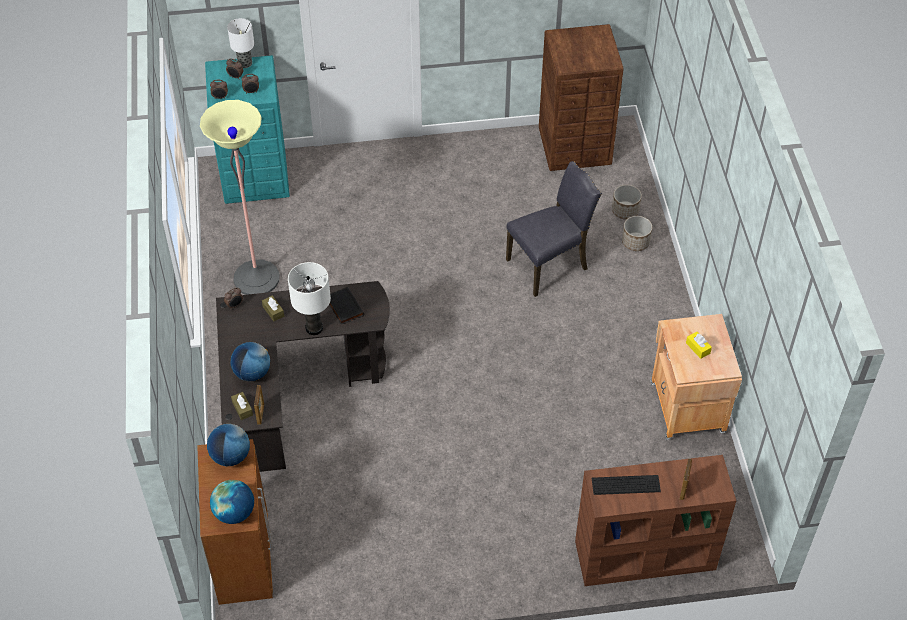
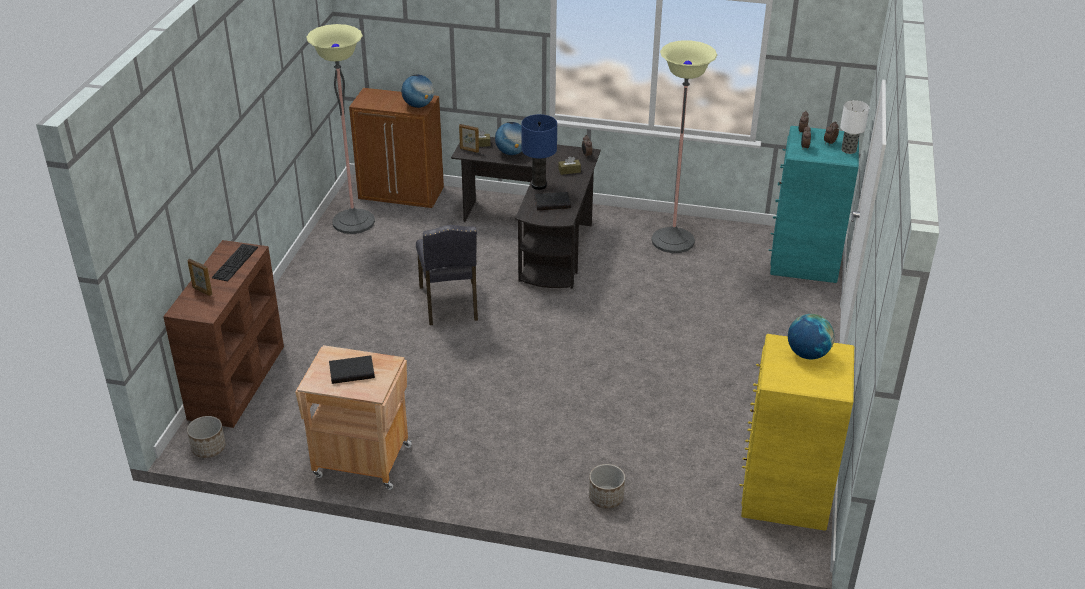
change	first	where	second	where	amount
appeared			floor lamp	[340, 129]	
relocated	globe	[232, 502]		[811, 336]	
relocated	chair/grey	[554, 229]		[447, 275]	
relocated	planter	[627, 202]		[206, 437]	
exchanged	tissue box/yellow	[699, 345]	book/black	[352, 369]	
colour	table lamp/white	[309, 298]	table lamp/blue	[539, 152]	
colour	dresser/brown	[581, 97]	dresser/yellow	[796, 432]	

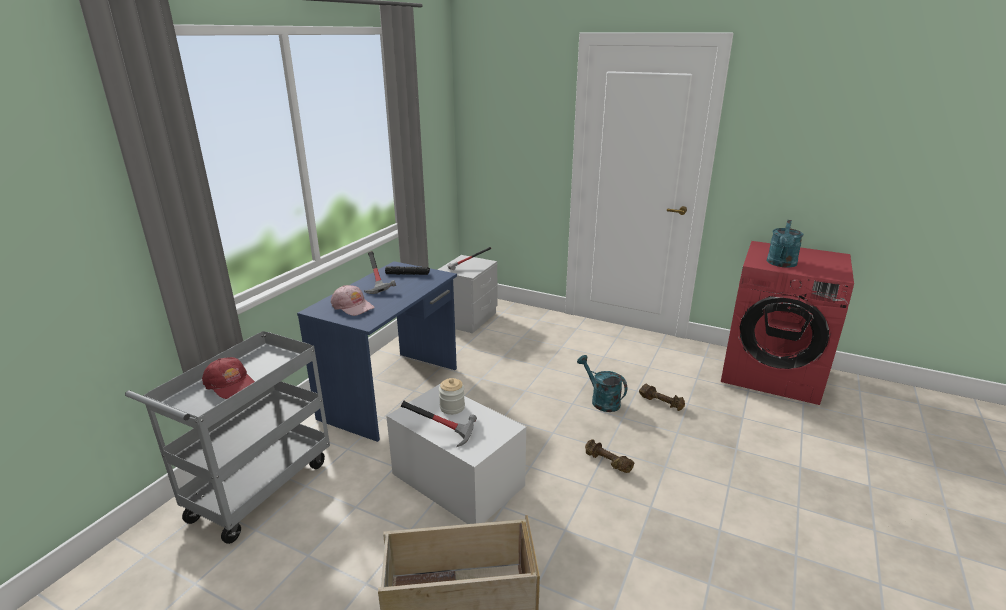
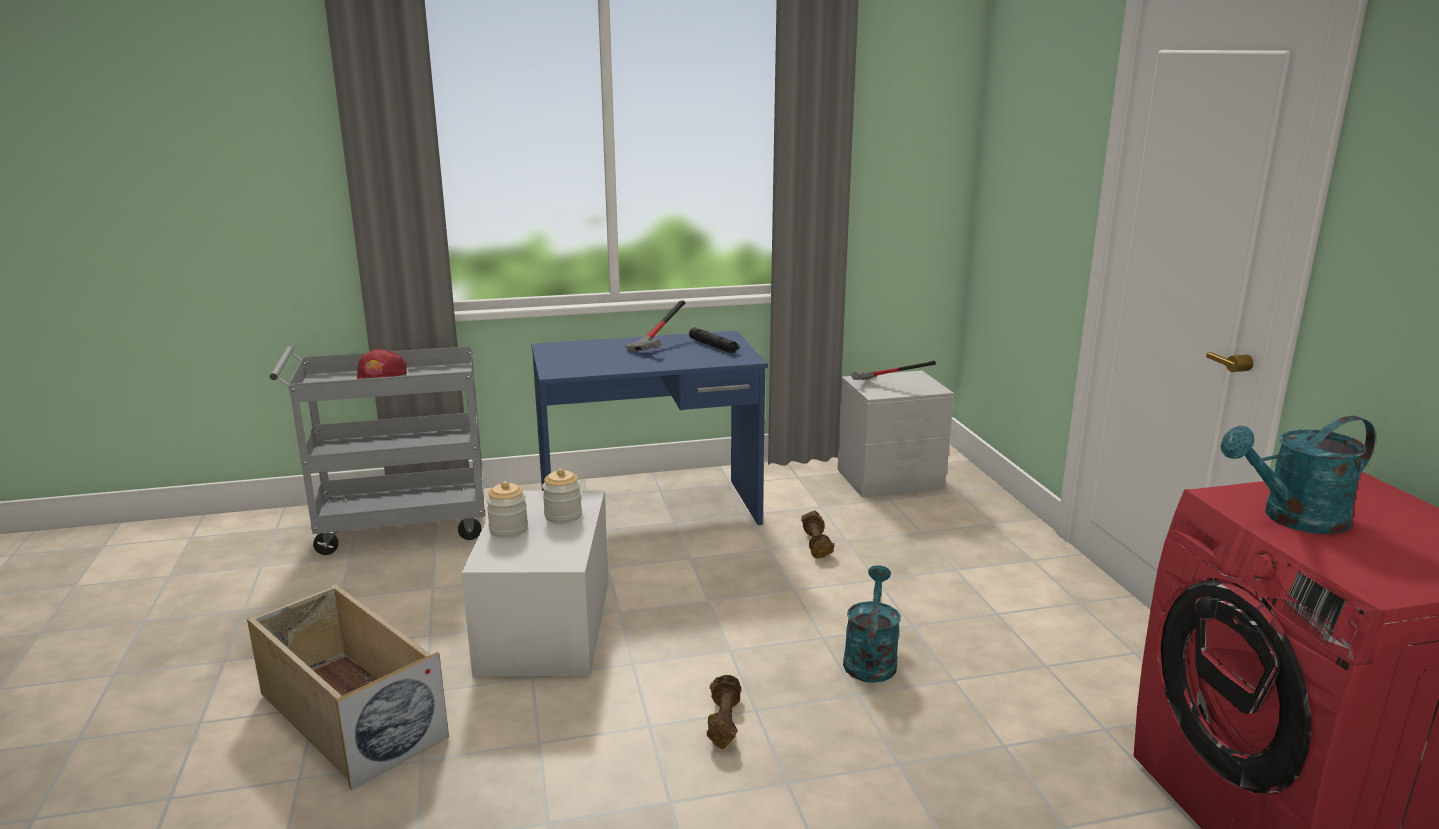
change	first	where	second	where	amount
missing	cap/pink	[352, 300]			
relocated	dumbbell/brown	[662, 397]		[818, 534]	
exchanged	hammer	[439, 424]	jar	[507, 509]	

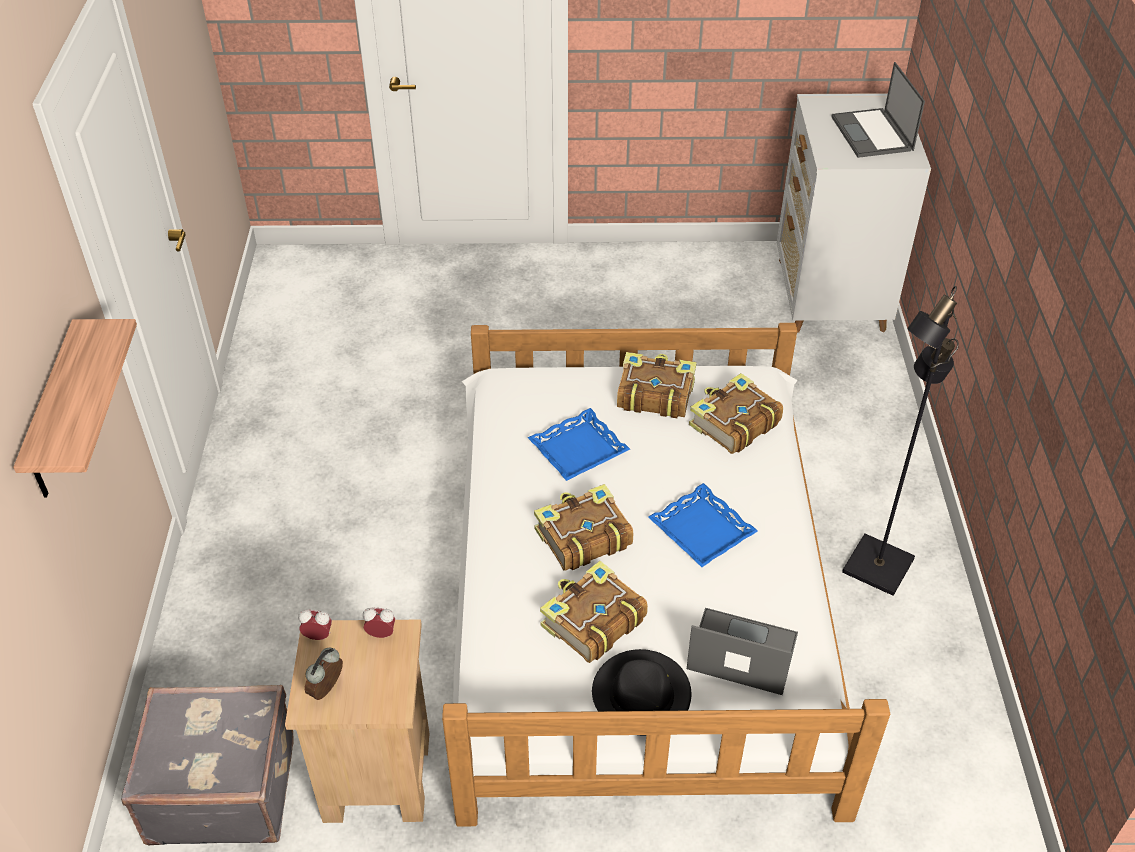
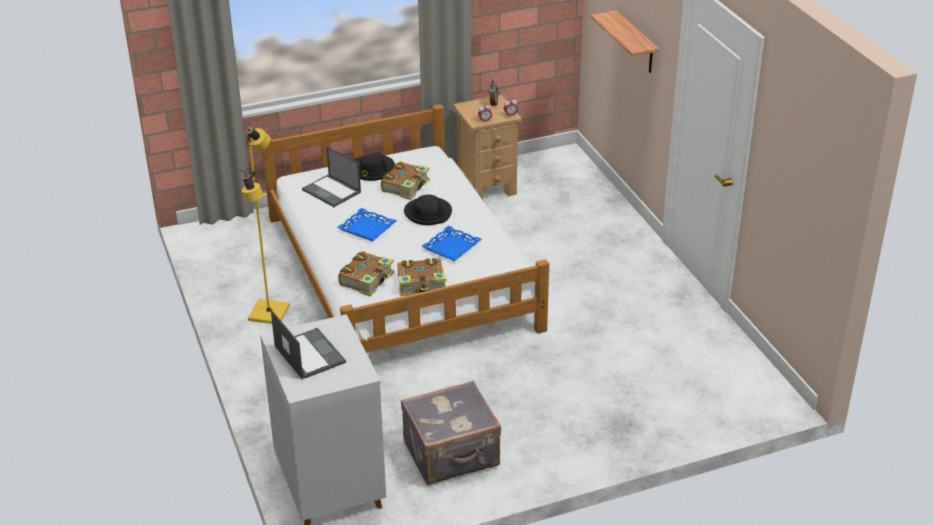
change	first	where	second	where	amount
relocated	suitcase/grey	[207, 765]		[451, 433]	
exchanged	book	[583, 527]	hat/black	[428, 210]	
colour	floor lamp/black	[900, 441]	floor lamp/yellow	[265, 225]	
spun	laptop	[742, 651]		[331, 177]	45 degrees clockwise

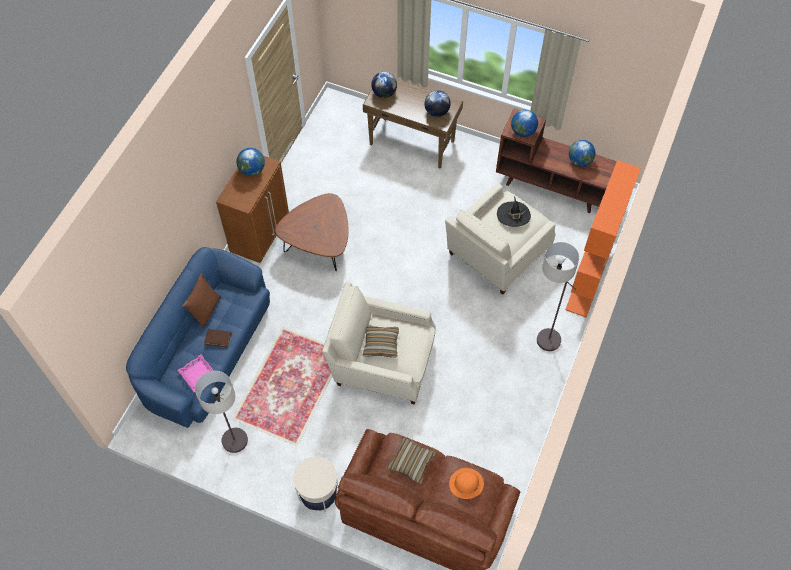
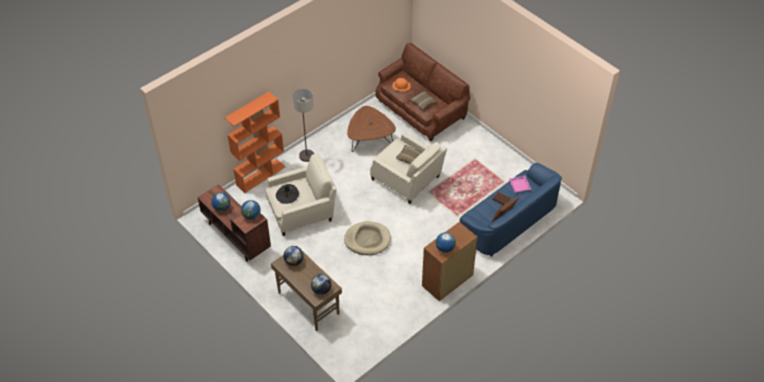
change	first	where	second	where	amount
missing	floor lamp/grey	[221, 412]			
missing	side table/beige	[315, 484]			
appeared			dog bed/beige	[367, 238]	
relocated	coffee table/brown	[311, 232]		[371, 129]	

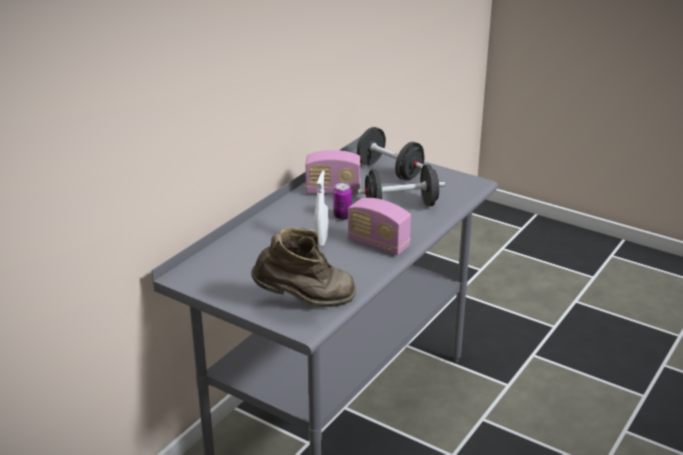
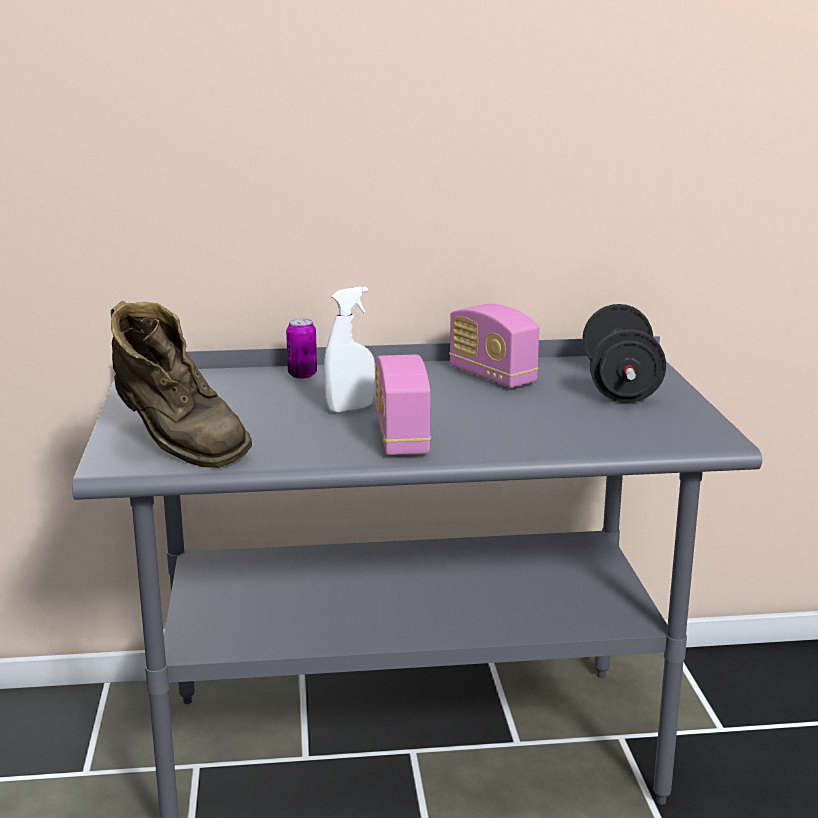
change	first	where	second	where	amount
missing	dumbbell/black	[401, 185]			
relocated	can	[342, 201]		[301, 348]	

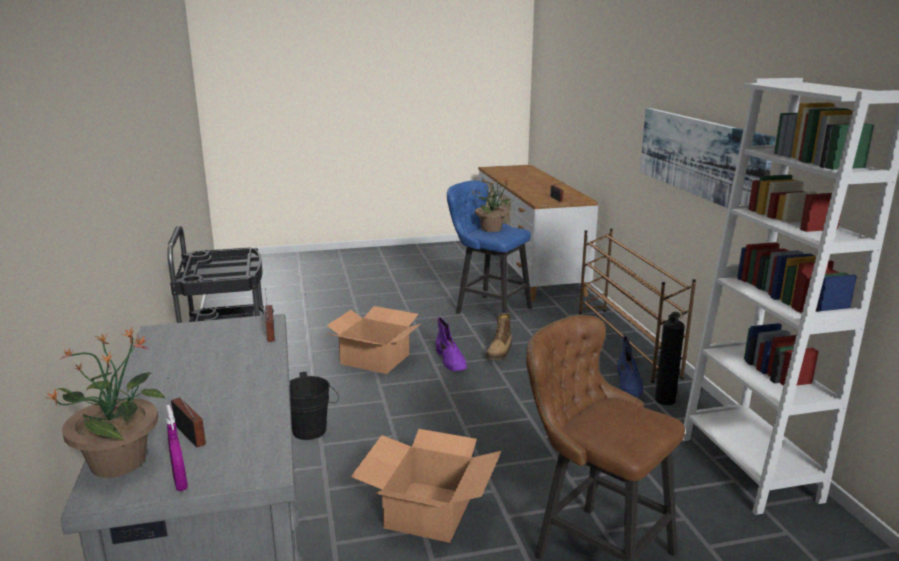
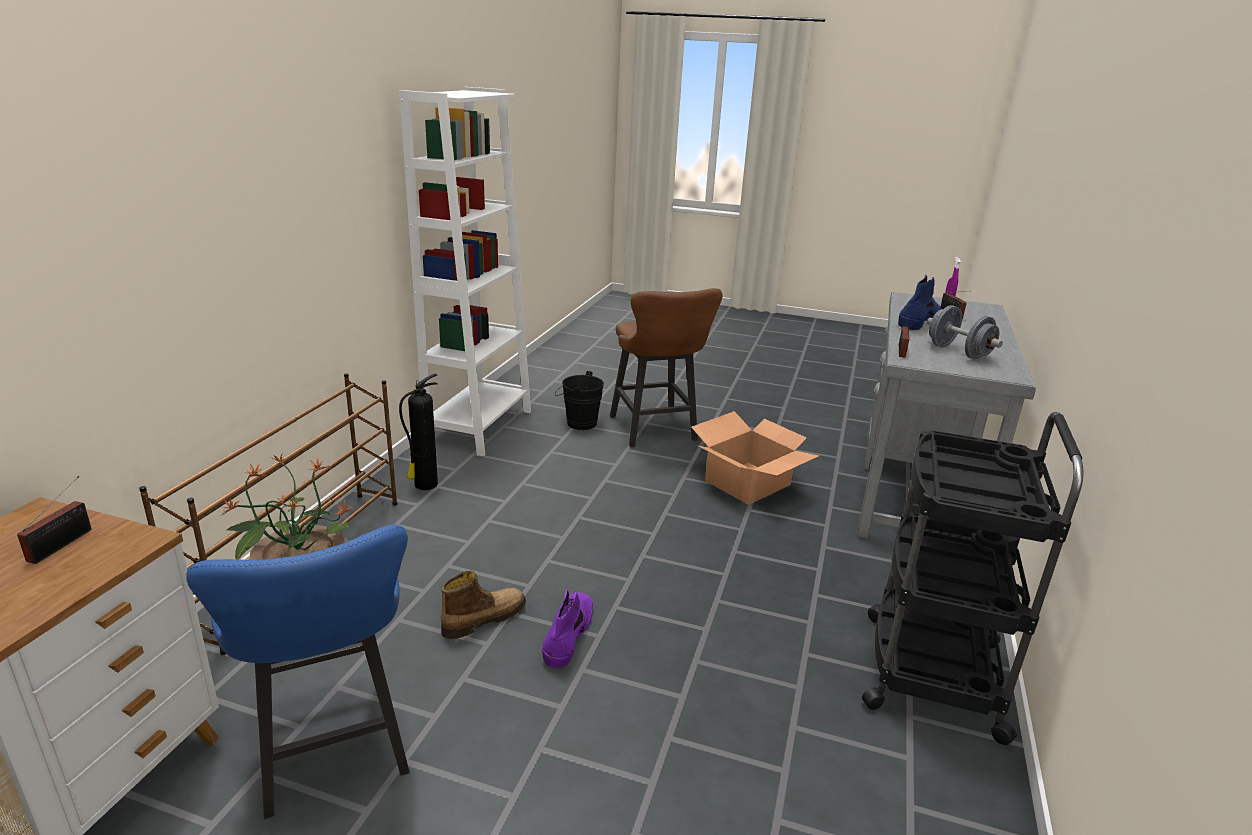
change	first	where	second	where	amount
missing	potted plant	[105, 402]			
missing	cardboard box	[373, 340]			
missing	picture	[708, 158]			
appeared			dumbbell/grey	[965, 332]	
relocated	bucket/black	[314, 406]		[579, 400]	
relocated	boot/blue	[630, 366]		[919, 302]	

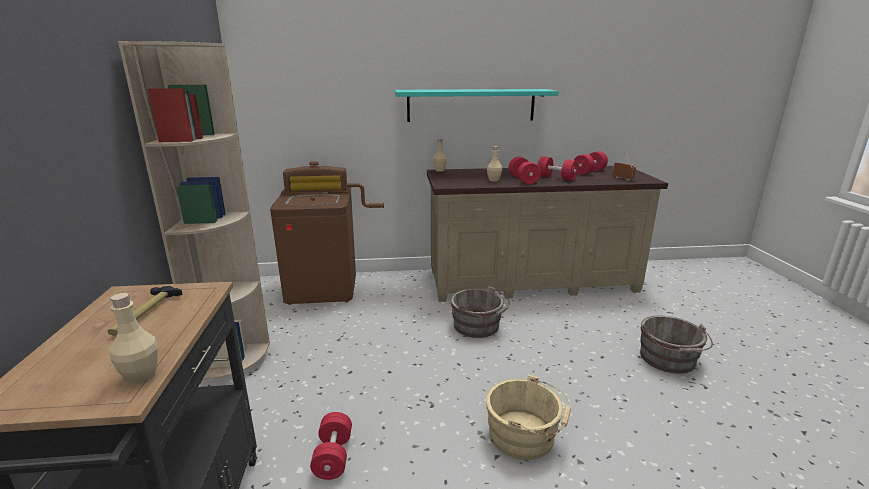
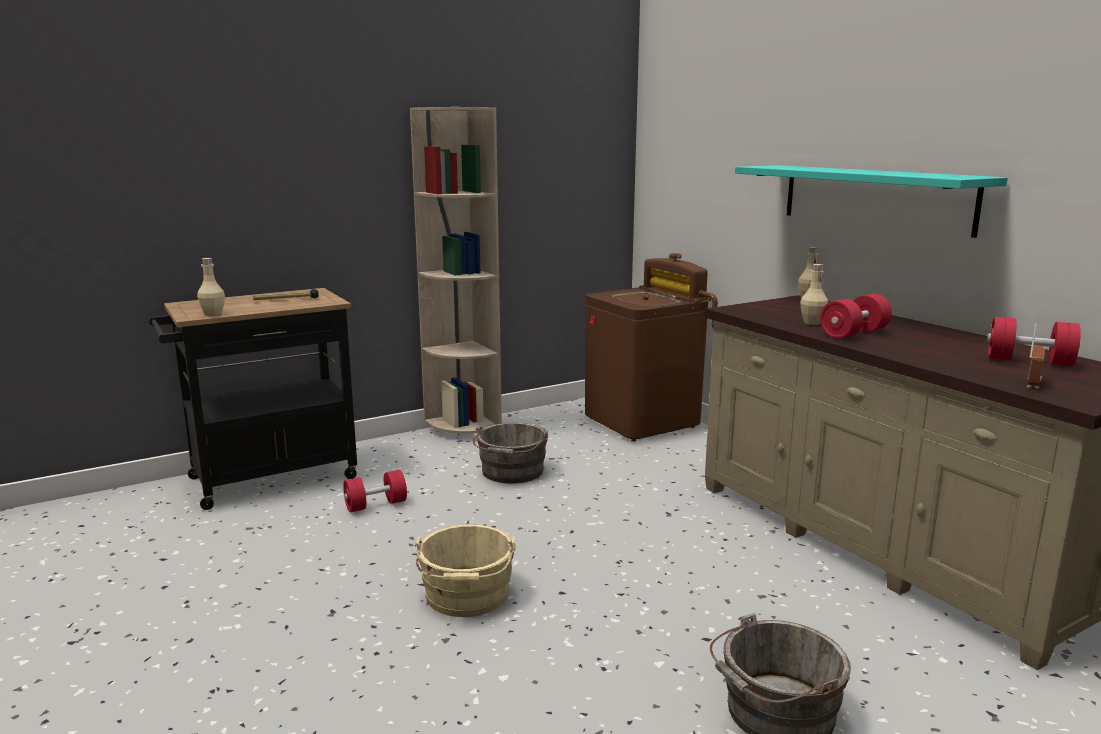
change	first	where	second	where	amount
missing	dumbbell/red	[557, 168]			
relocated	bucket/grey	[480, 312]		[510, 453]	

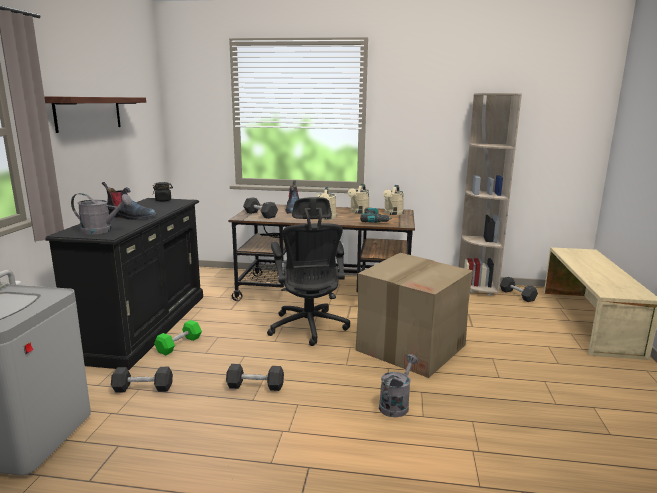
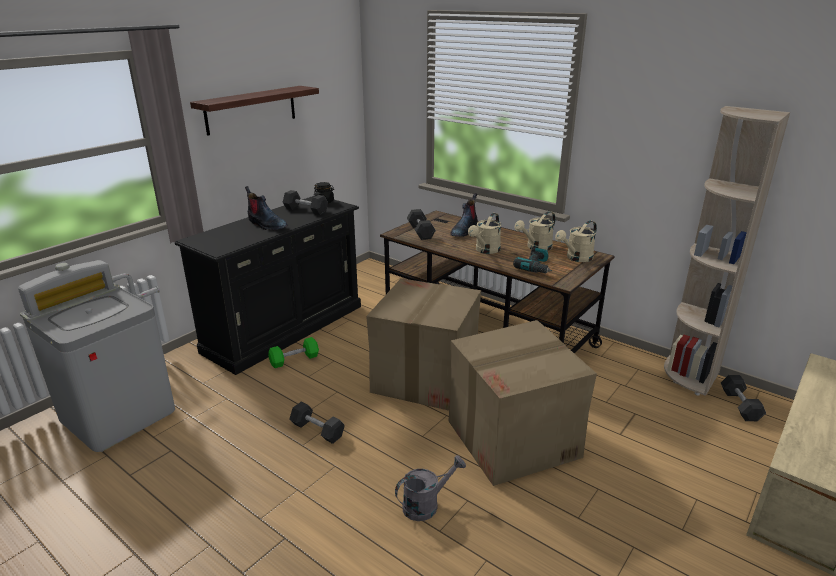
change	first	where	second	where	amount
missing	watering can/grey	[101, 213]			
relocated	dumbbell/black	[142, 380]		[305, 202]	
exchanged	office chair	[308, 271]	cardboard box	[423, 344]	

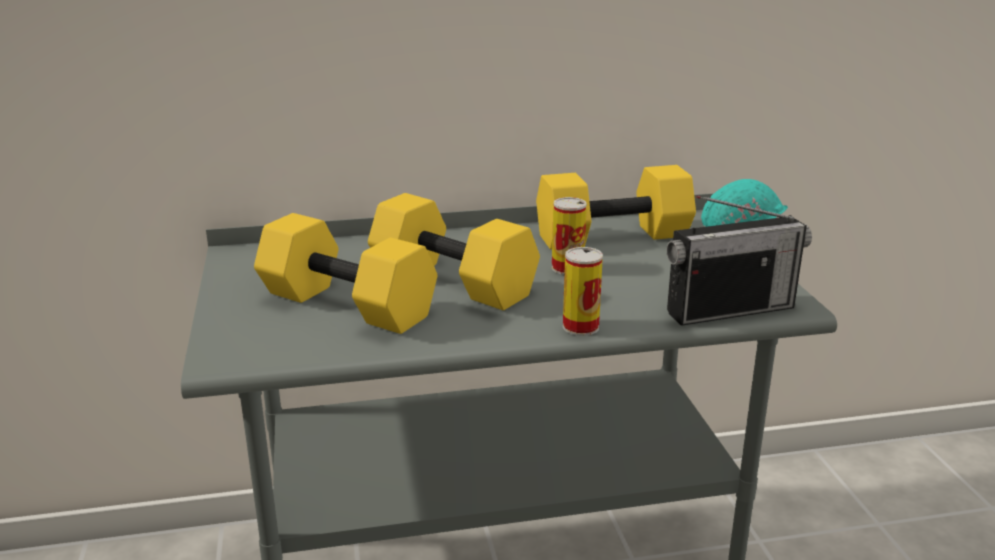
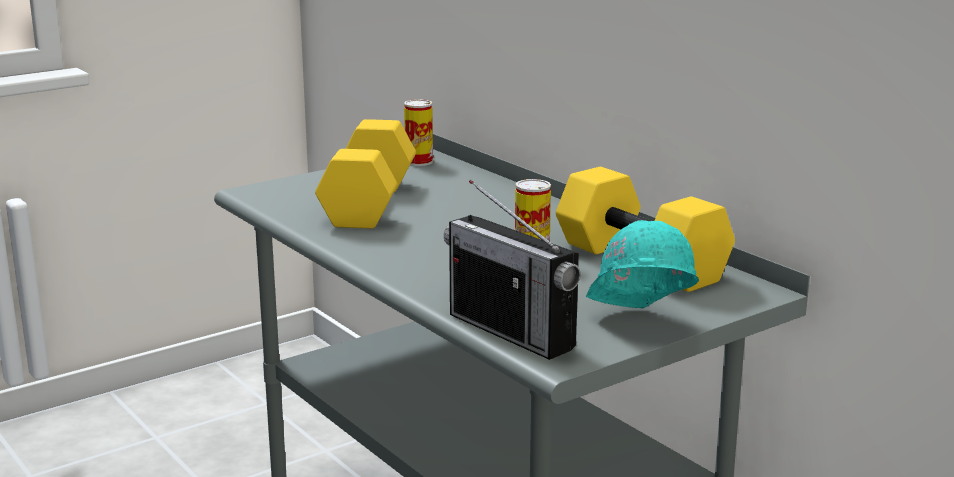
change	first	where	second	where	amount
missing	dumbbell/yellow	[454, 251]			
relocated	can	[583, 291]		[418, 132]	

